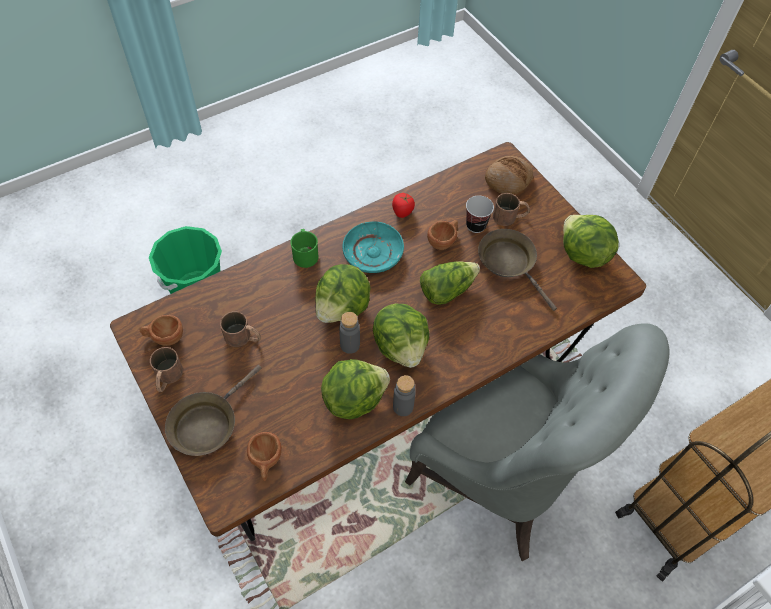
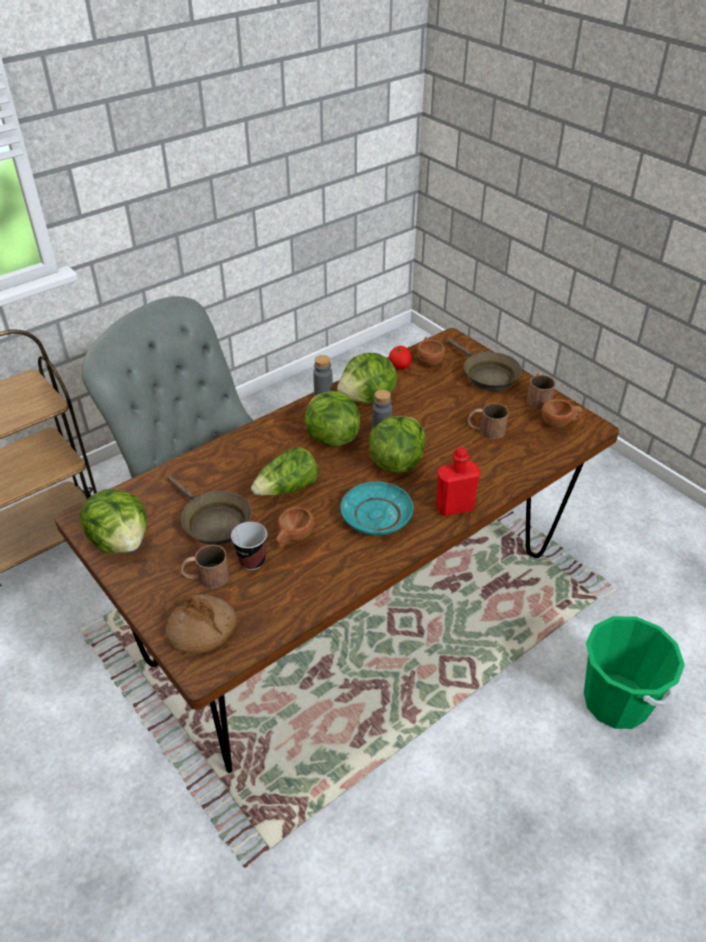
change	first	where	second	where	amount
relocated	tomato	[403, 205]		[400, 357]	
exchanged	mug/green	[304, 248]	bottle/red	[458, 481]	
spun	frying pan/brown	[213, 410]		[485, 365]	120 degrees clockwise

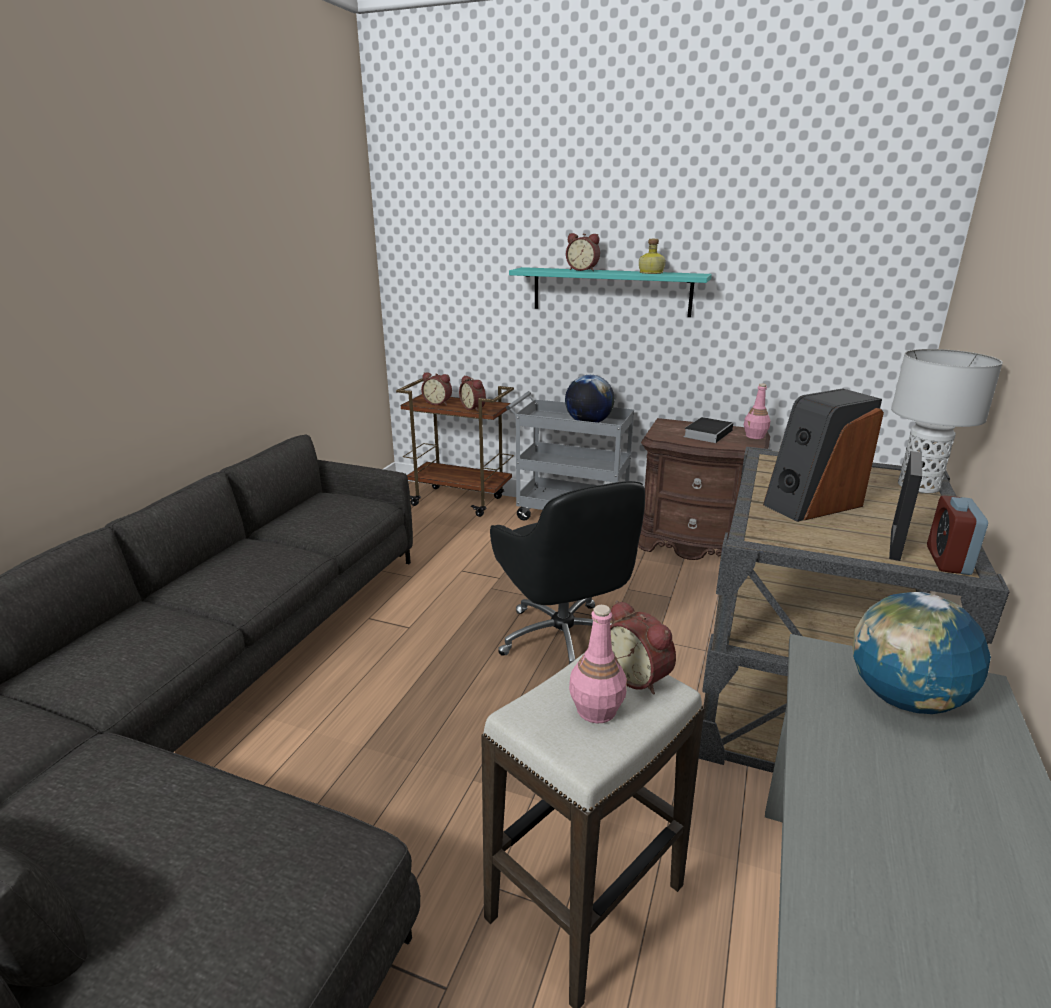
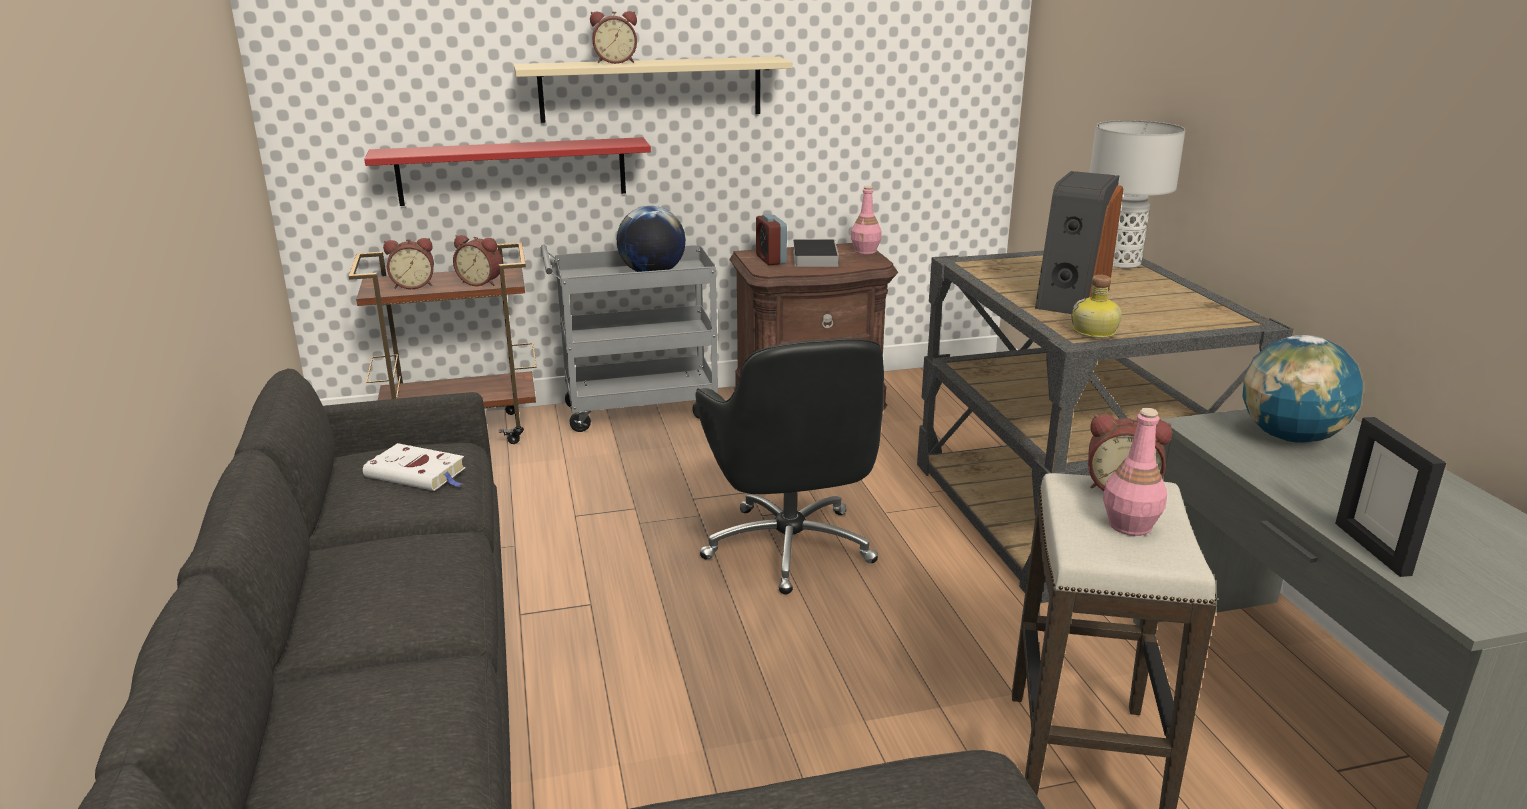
change	first	where	second	where	amount
appeared			book/white	[414, 467]	
appeared			shelf/red	[507, 171]	
relocated	bottle	[652, 256]		[1097, 306]	
relocated	picture frame	[905, 506]		[1390, 497]	
relocated	alarm clock	[957, 535]		[771, 239]	
colour	shelf/turquoise	[610, 292]	shelf/beige	[653, 90]	
spun	office chair/black	[567, 572]		[789, 466]	45 degrees clockwise

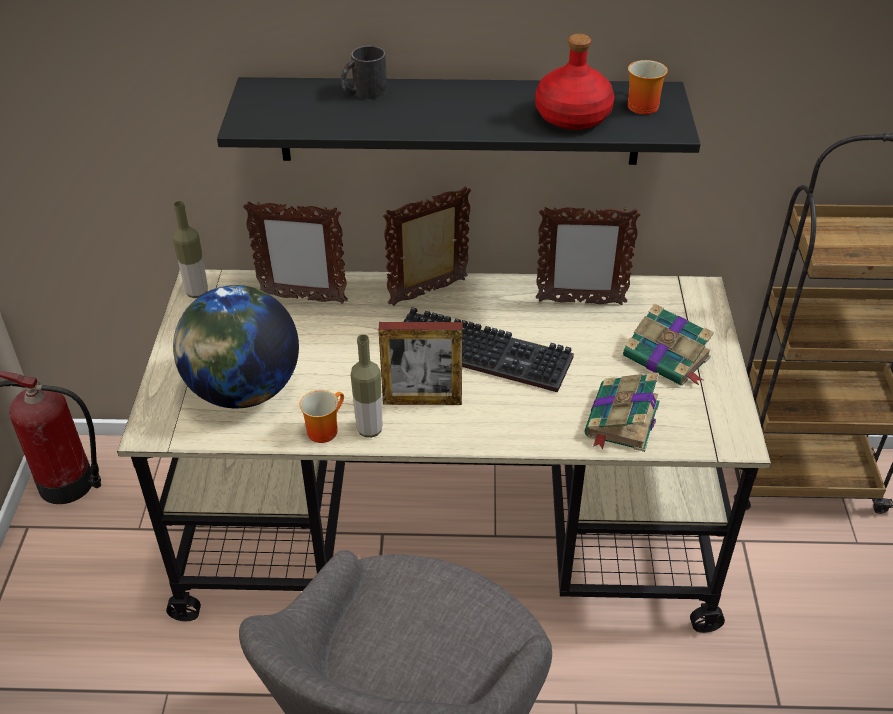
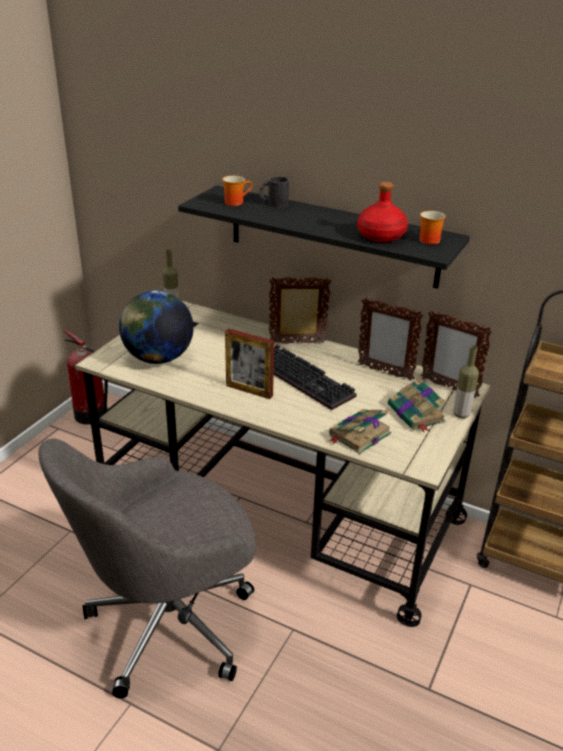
change	first	where	second	where	amount
relocated	picture frame	[295, 252]		[457, 354]	
relocated	mug	[321, 416]		[237, 191]	
relocated	bottle	[367, 386]		[466, 381]	

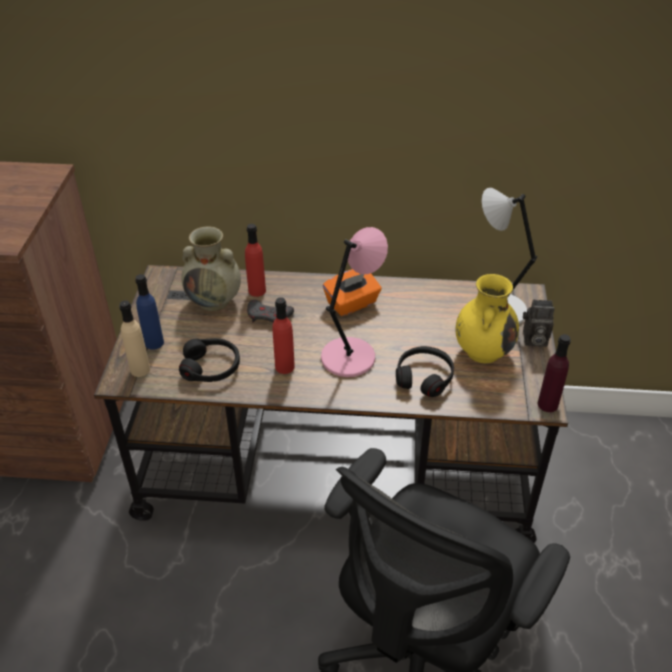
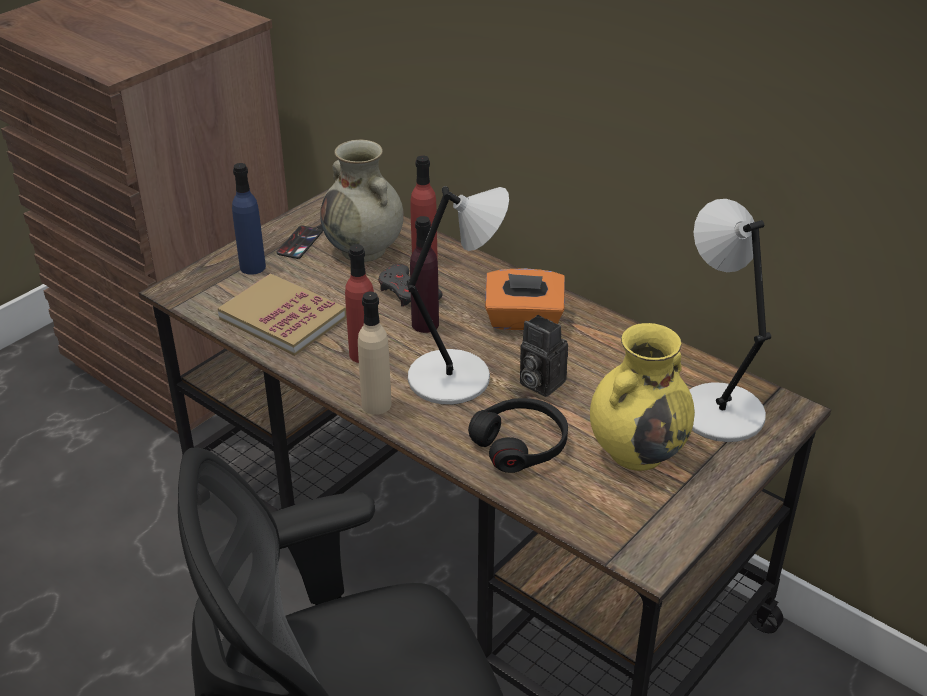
change	first	where	second	where	amount
appeared			phone	[299, 242]	
relocated	bottle/beige	[134, 338]		[375, 353]	
relocated	photo camera	[539, 323]		[544, 356]	
relocated	bottle/purple	[554, 373]		[424, 274]	
exchanged	headphones/black	[209, 360]	book	[282, 314]	
colour	table lamp/pink	[354, 302]	table lamp/grey	[458, 295]	

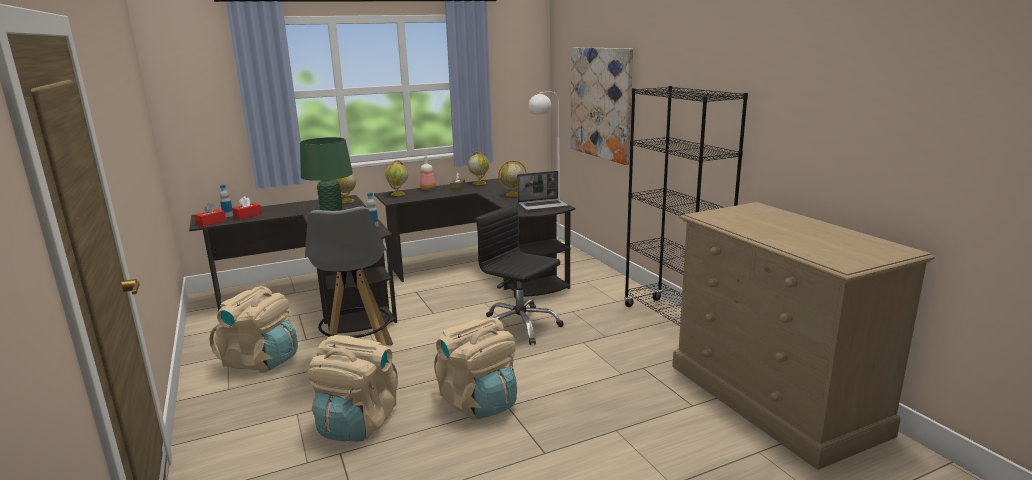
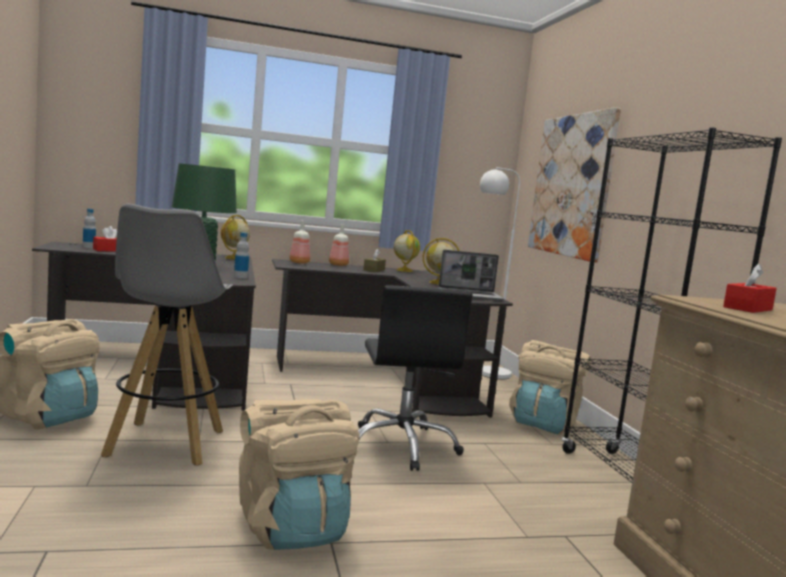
change	first	where	second	where	amount
relocated	tissue box/red	[210, 215]		[750, 288]	
relocated	backpack/beige	[352, 388]		[550, 387]	
exchanged	globe	[396, 178]	bottle	[300, 242]	
spun	office chair/black	[520, 274]		[415, 378]	150 degrees counterclockwise

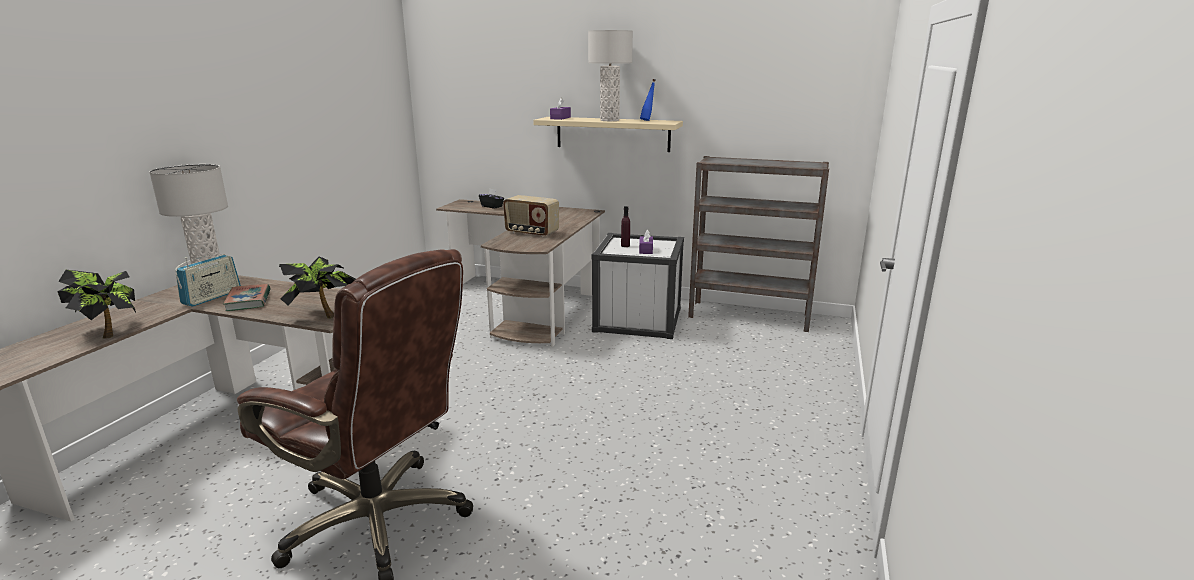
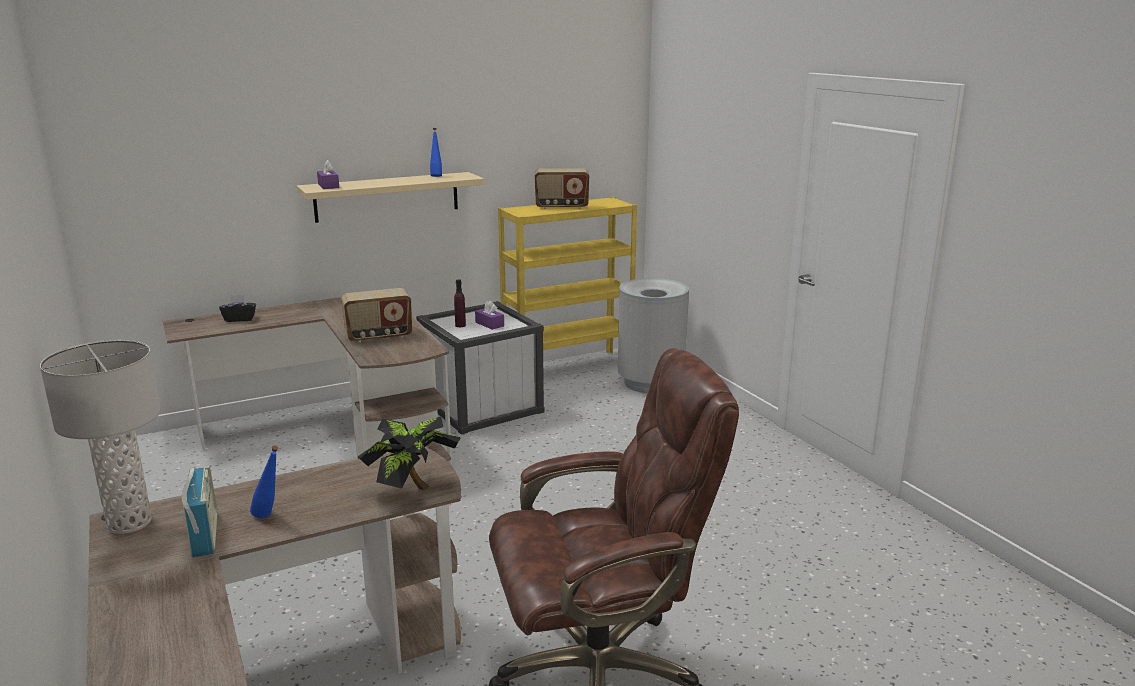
change	first	where	second	where	amount
missing	potted plant	[96, 304]			
missing	table lamp/white	[610, 75]			
appeared			radio	[562, 188]	
appeared			trash can/grey	[653, 335]	
exchanged	book	[247, 297]	bottle/blue	[264, 481]	
colour	bookcase/grey	[758, 244]	bookcase/yellow	[567, 275]	

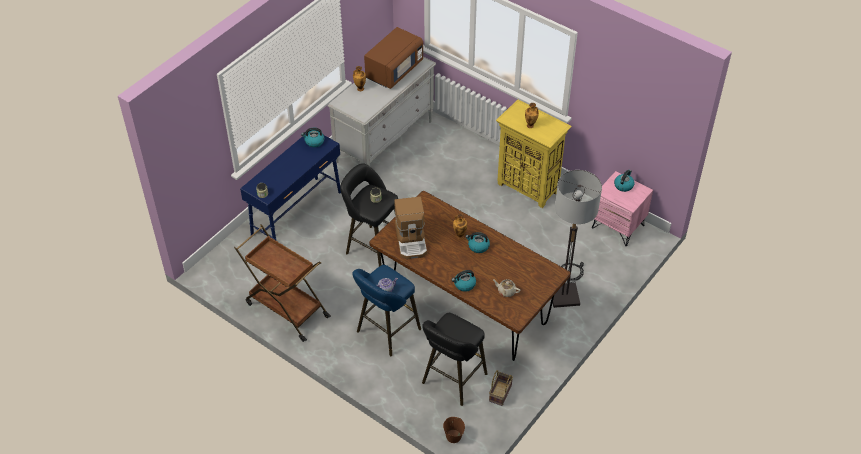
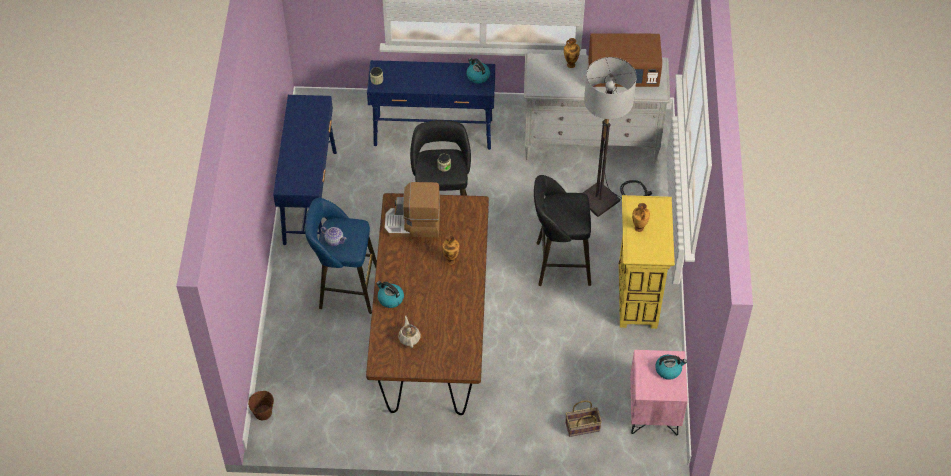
change	first	where	second	where	amount
missing	kettle	[477, 242]			
relocated	stool/black	[455, 359]		[562, 230]	
relocated	basket	[501, 388]		[583, 418]	
relocated	floor lamp	[577, 239]		[617, 137]	
exchanged	cart/brown	[282, 283]	console table/blue	[305, 170]	
spun	coffee machine	[410, 228]		[412, 209]	45 degrees clockwise

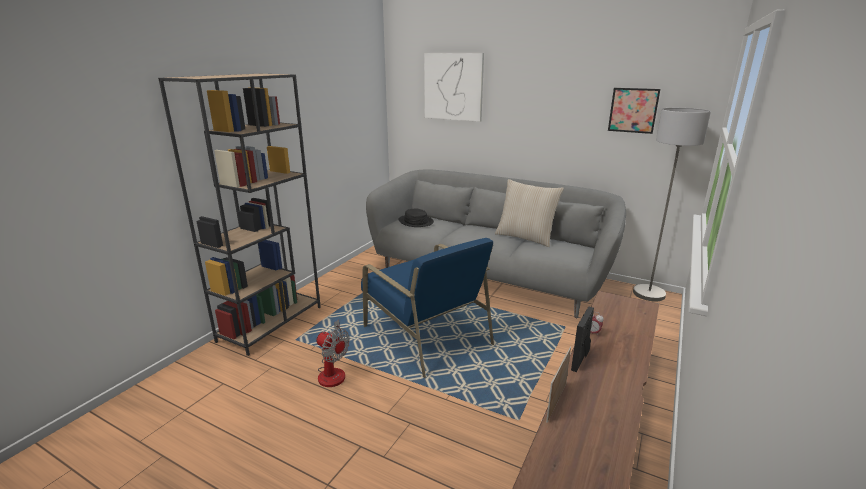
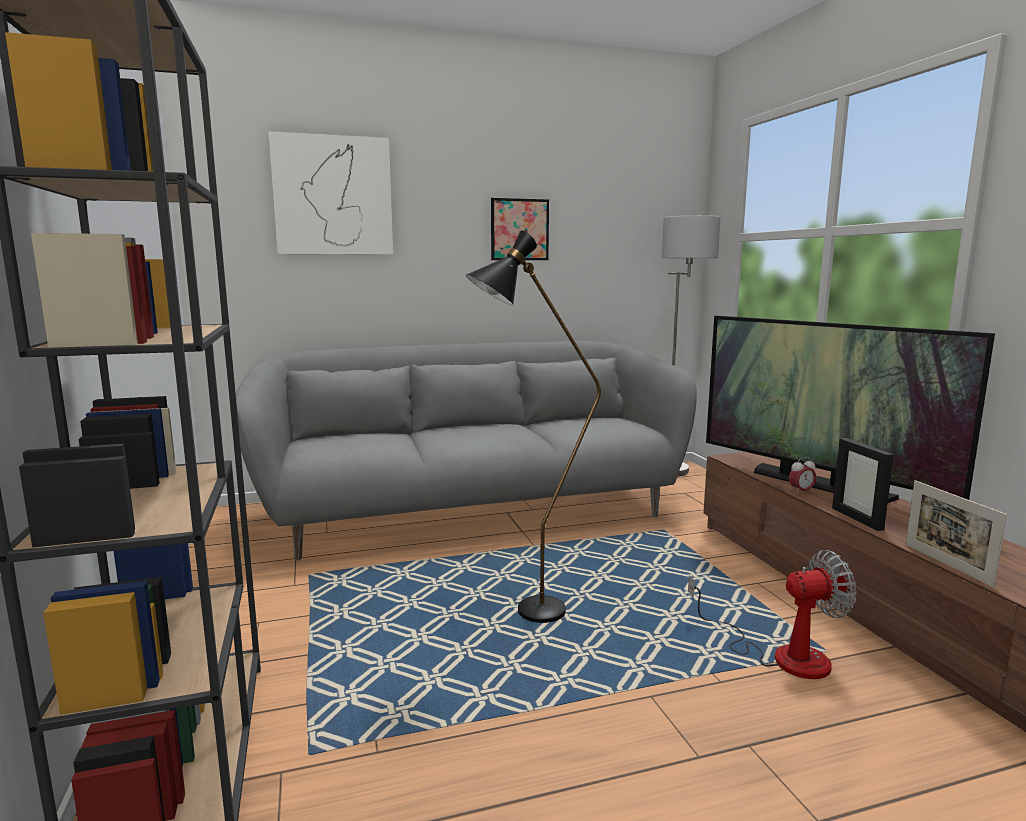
change	first	where	second	where	amount
missing	hat/black	[416, 218]			
missing	pillow/beige	[529, 213]			
appeared			television	[850, 409]	
relocated	fan	[333, 353]		[772, 614]	
relocated	picture	[634, 111]		[520, 229]	
exchanged	armchair/blue	[427, 308]	floor lamp/black	[533, 426]	

